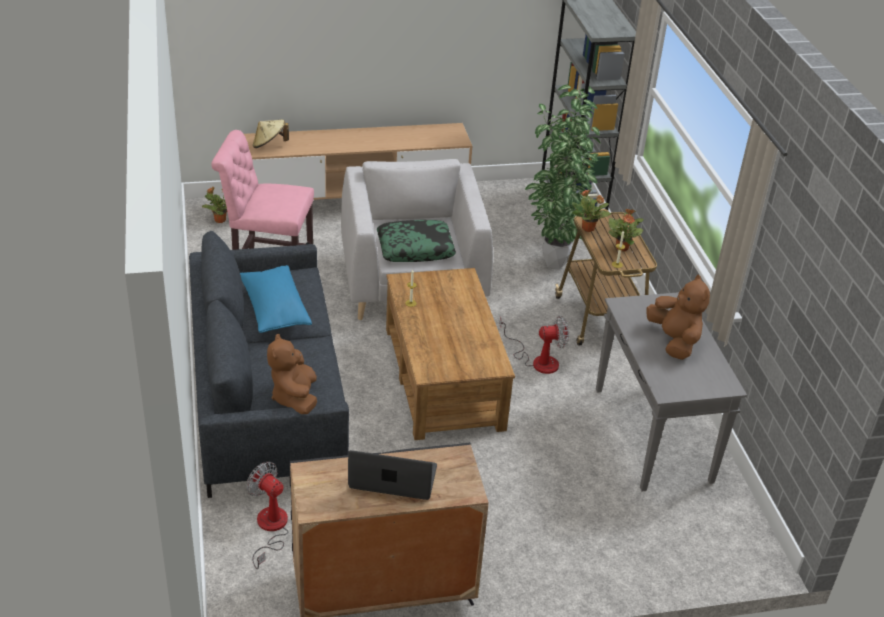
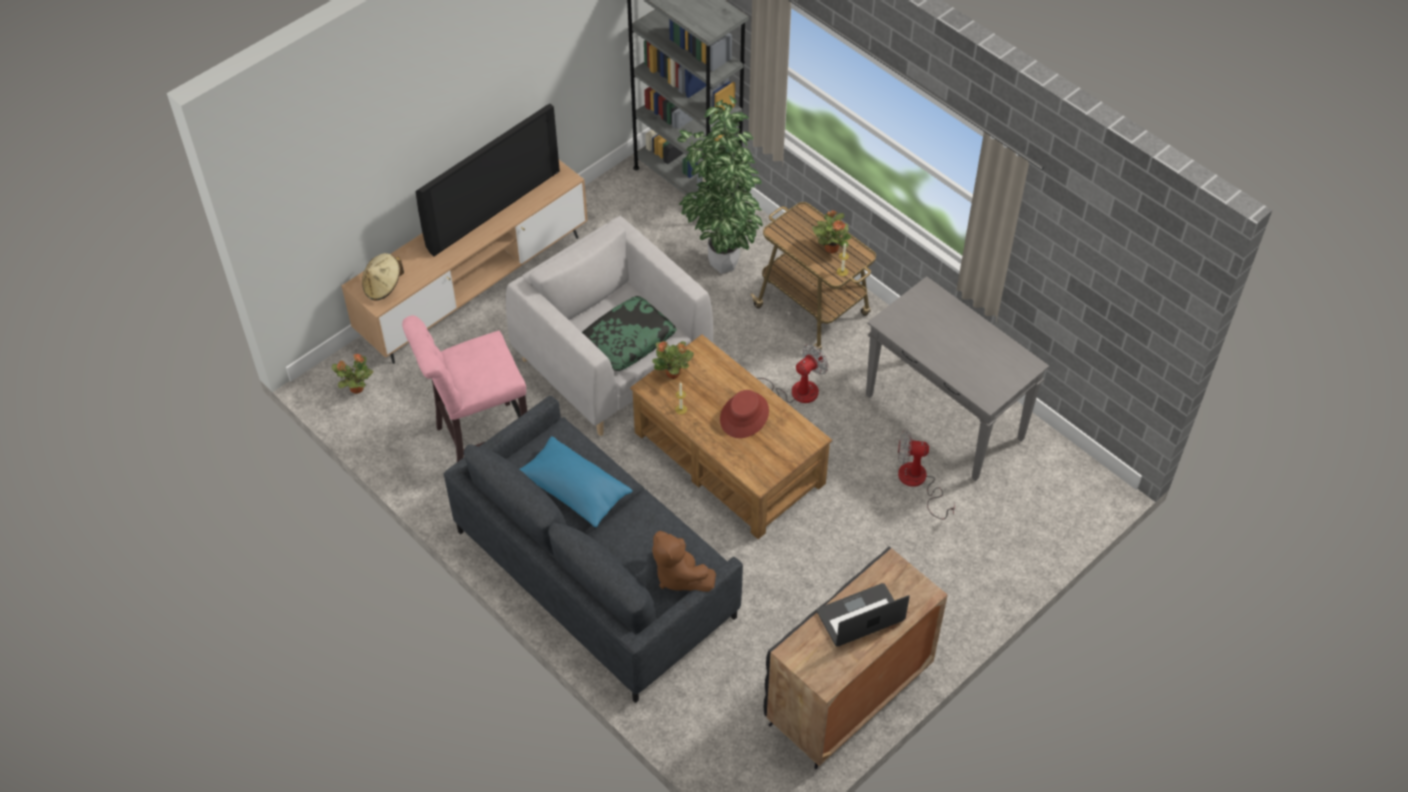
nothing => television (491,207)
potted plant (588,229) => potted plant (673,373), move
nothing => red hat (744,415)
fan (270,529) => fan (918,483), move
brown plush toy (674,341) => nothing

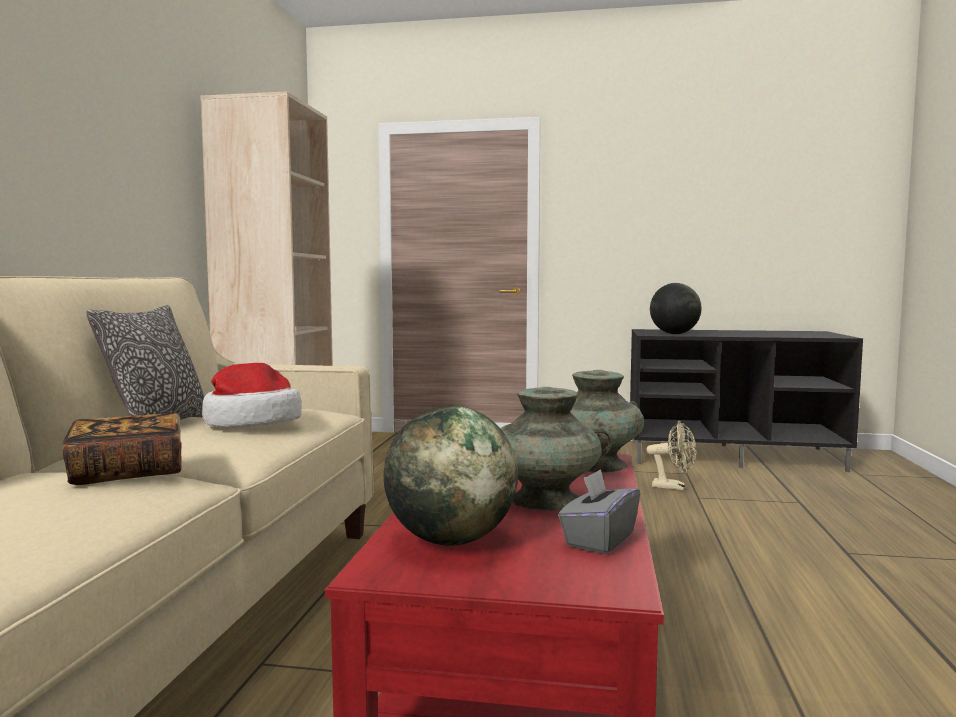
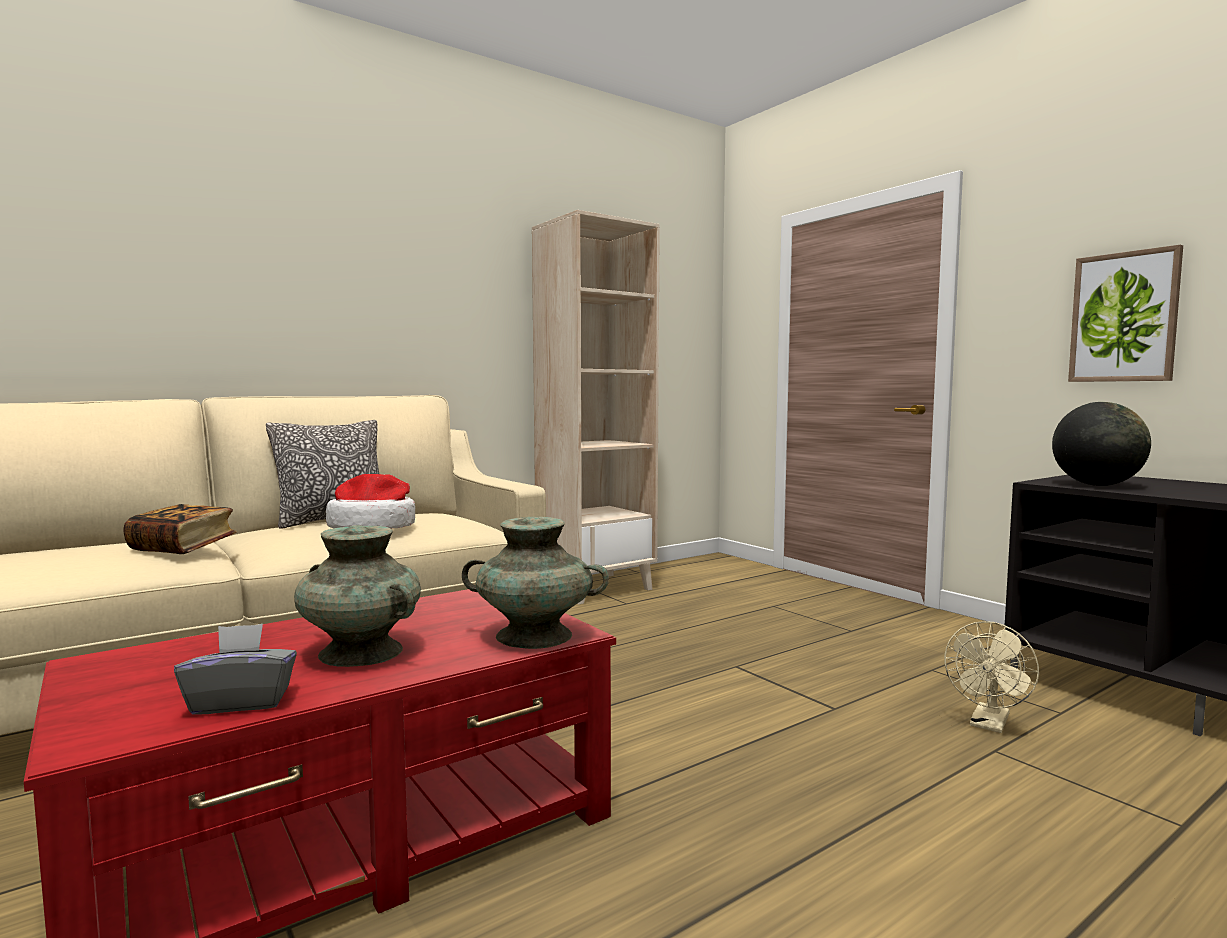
beige fan (674,487) => beige fan (989,724), 60 degrees clockwise
nothing => picture (1124,317)
globe (450,540) => nothing

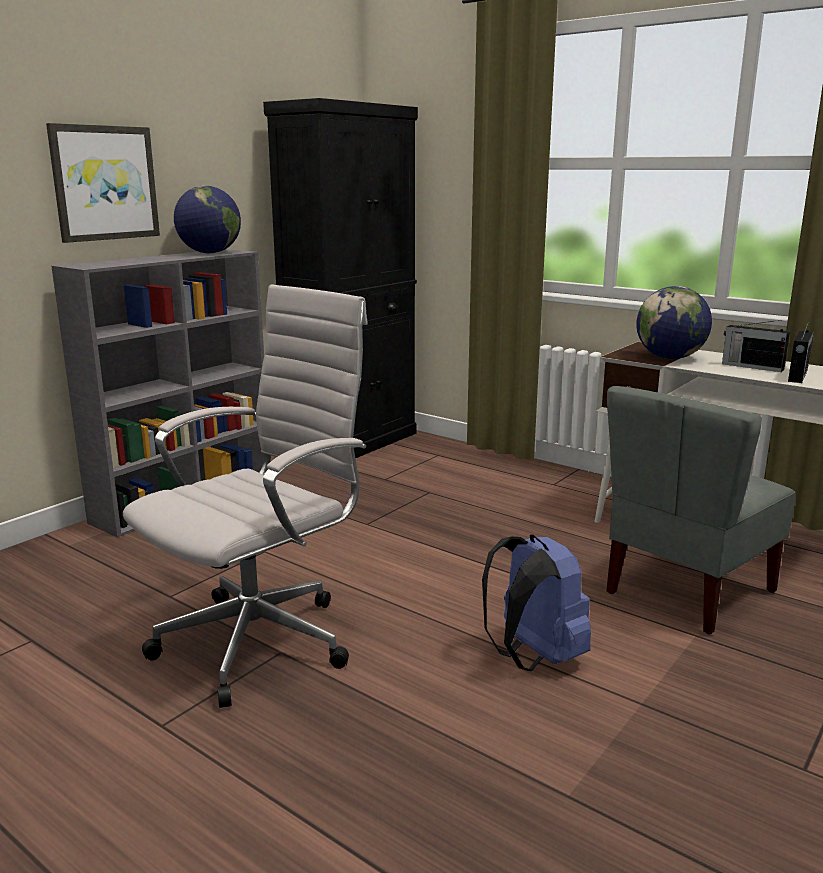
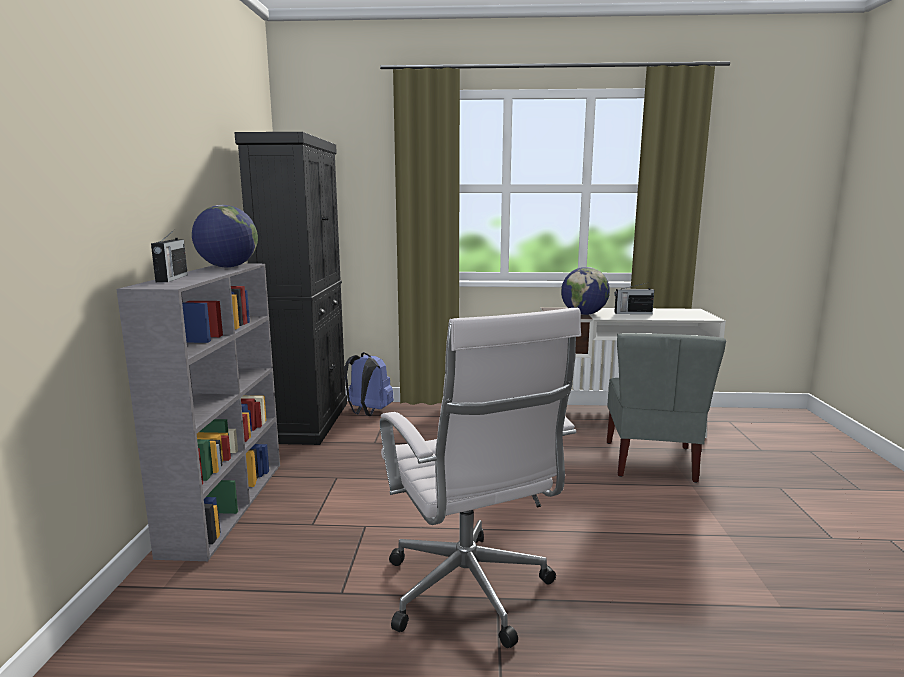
radio (797,376) => radio (171,278), move
blue backpack (533,657) => blue backpack (368,412), move
white office chair (263,639) => white office chair (470,594), 150 degrees clockwise
picture (104,183) => nothing

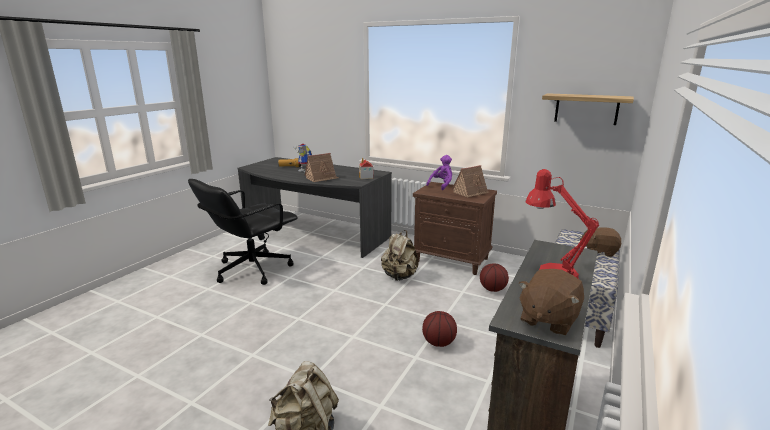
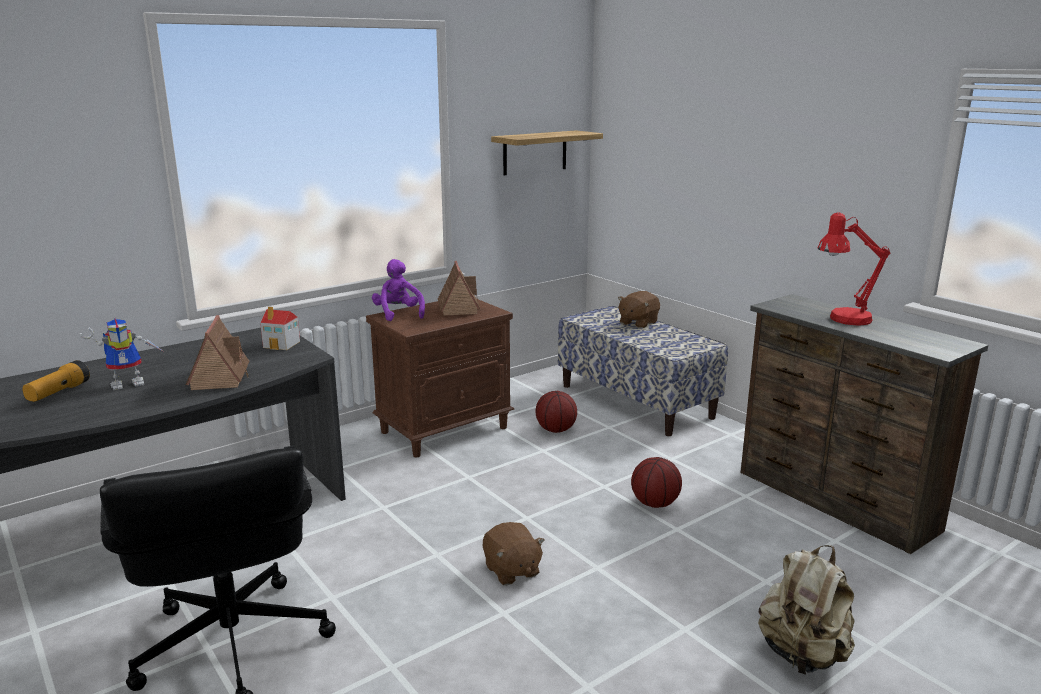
brown plush toy (548,319) => brown plush toy (511,570), move
beige backpack (399,276) => nothing

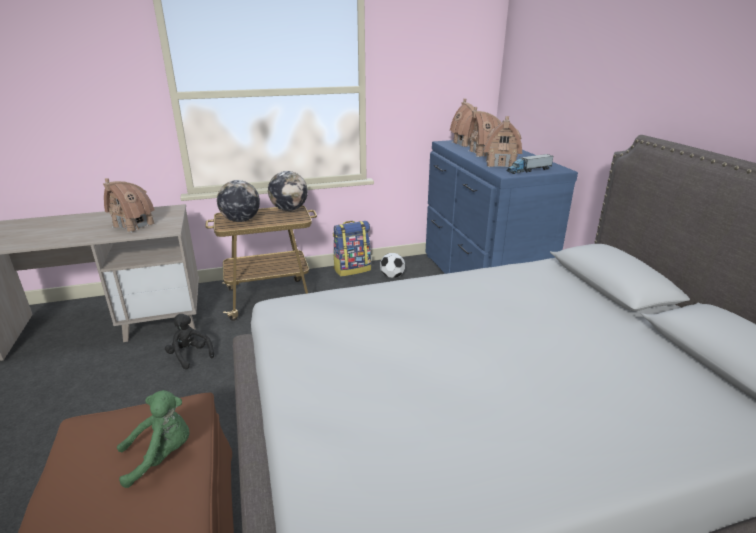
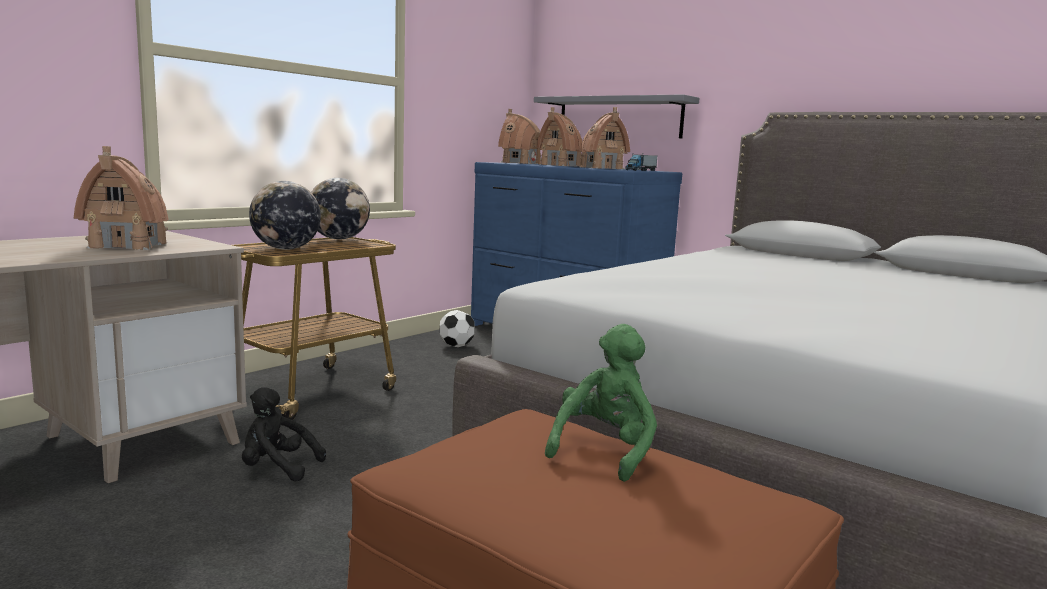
nothing => grey shelf (619,117)
backpack (352,269) => nothing

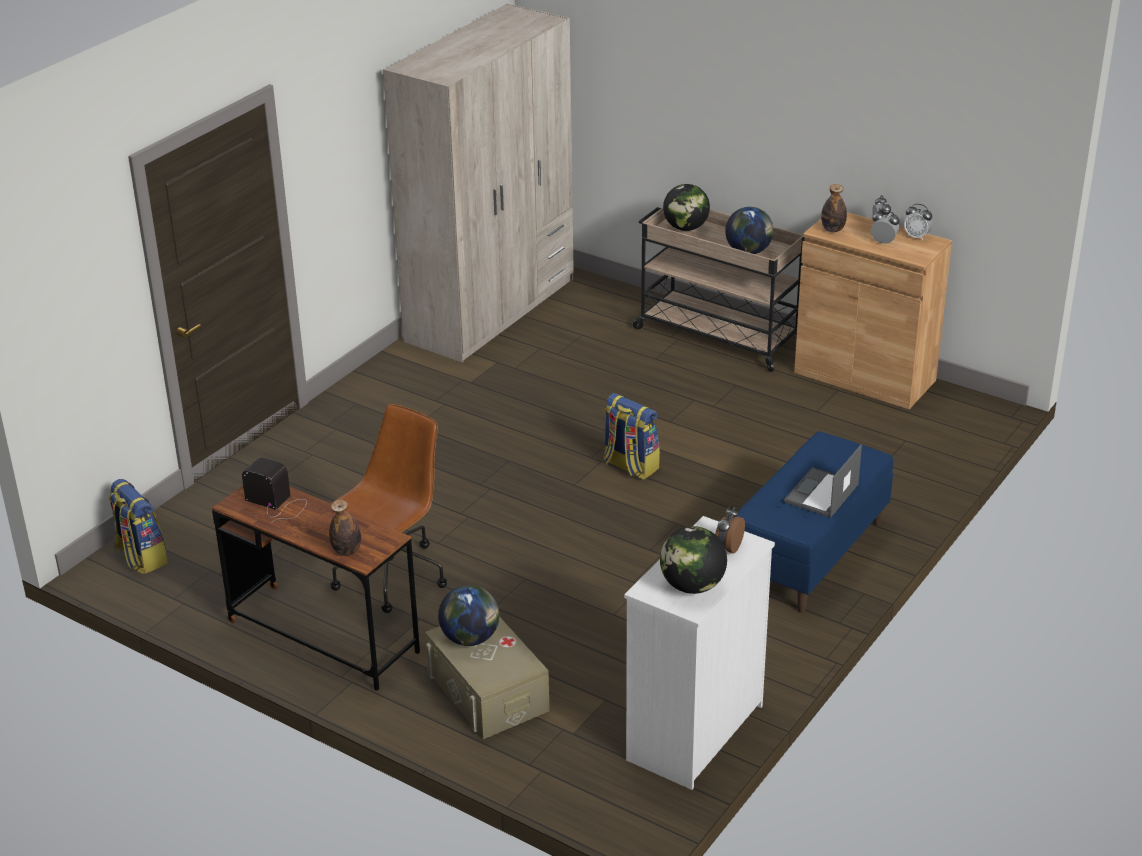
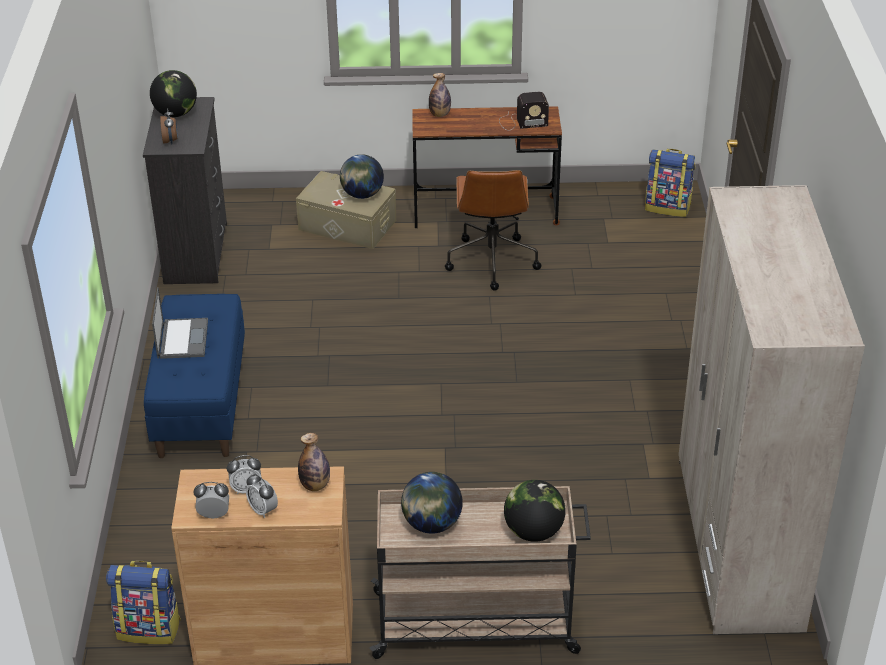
backpack (630,466) => backpack (149,628), move
white dresser (693,733) => black dresser (196,252)

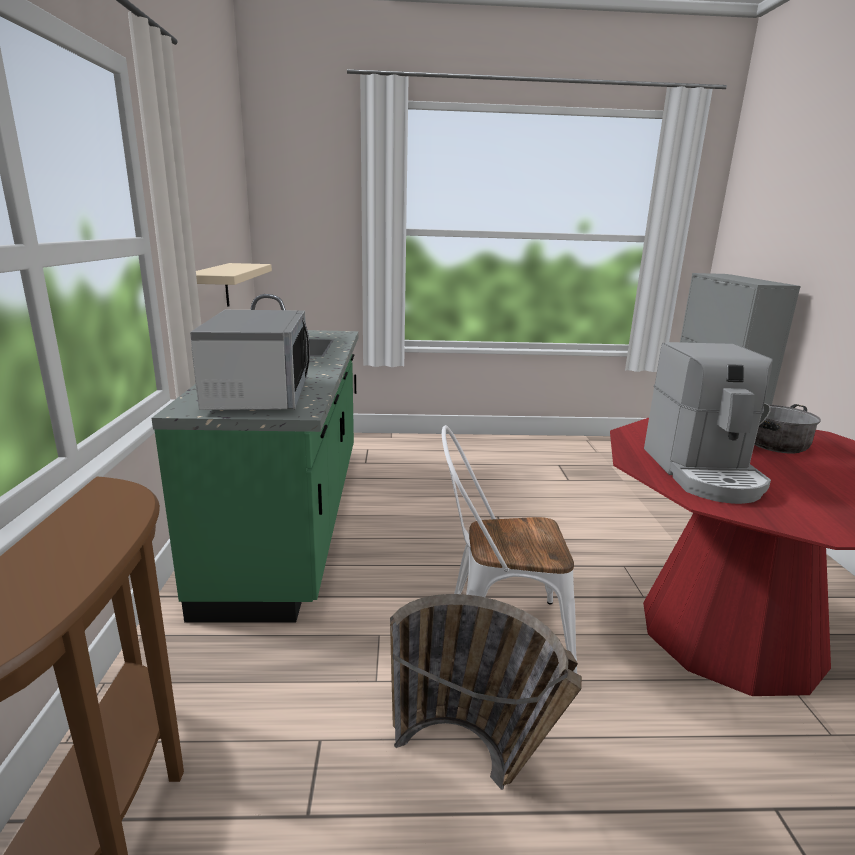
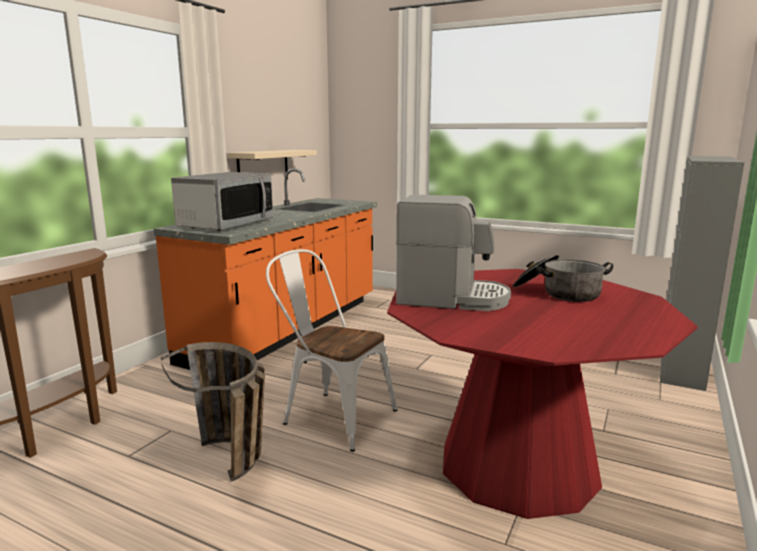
green counter (294,518) => orange counter (288,329)
coffee machine (703,473) => coffee machine (452,299), 105 degrees counterclockwise

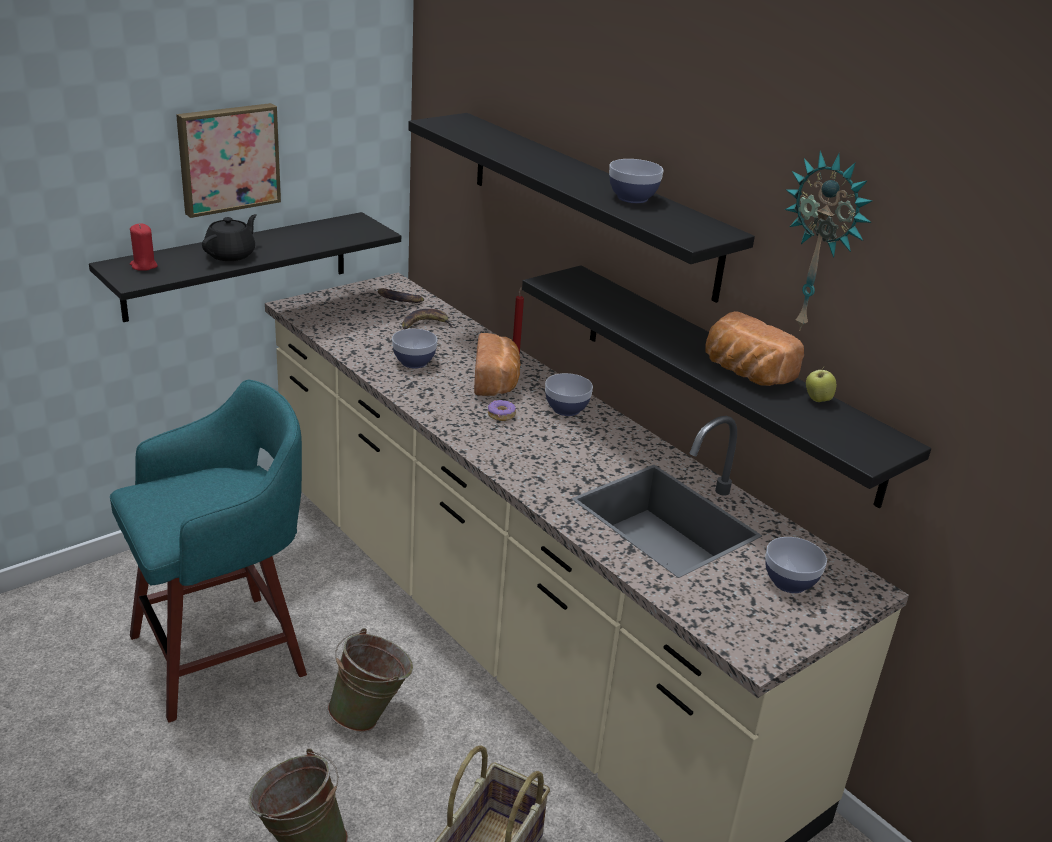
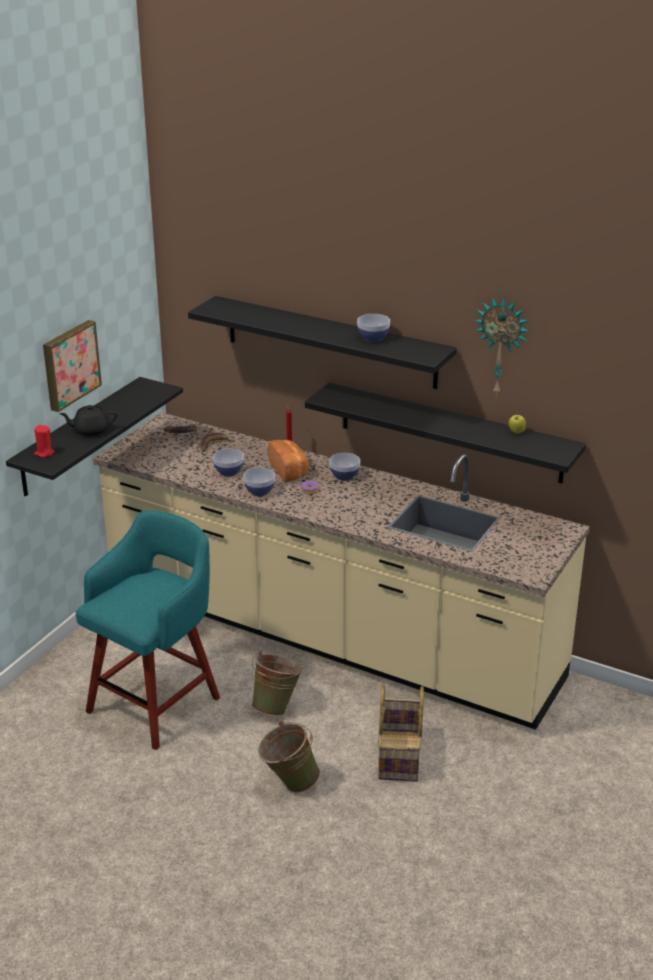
black teapot (231,254) => black teapot (91,430), 105 degrees counterclockwise
bowl (789,582) => bowl (259,491), move
bread (744,373) => nothing

